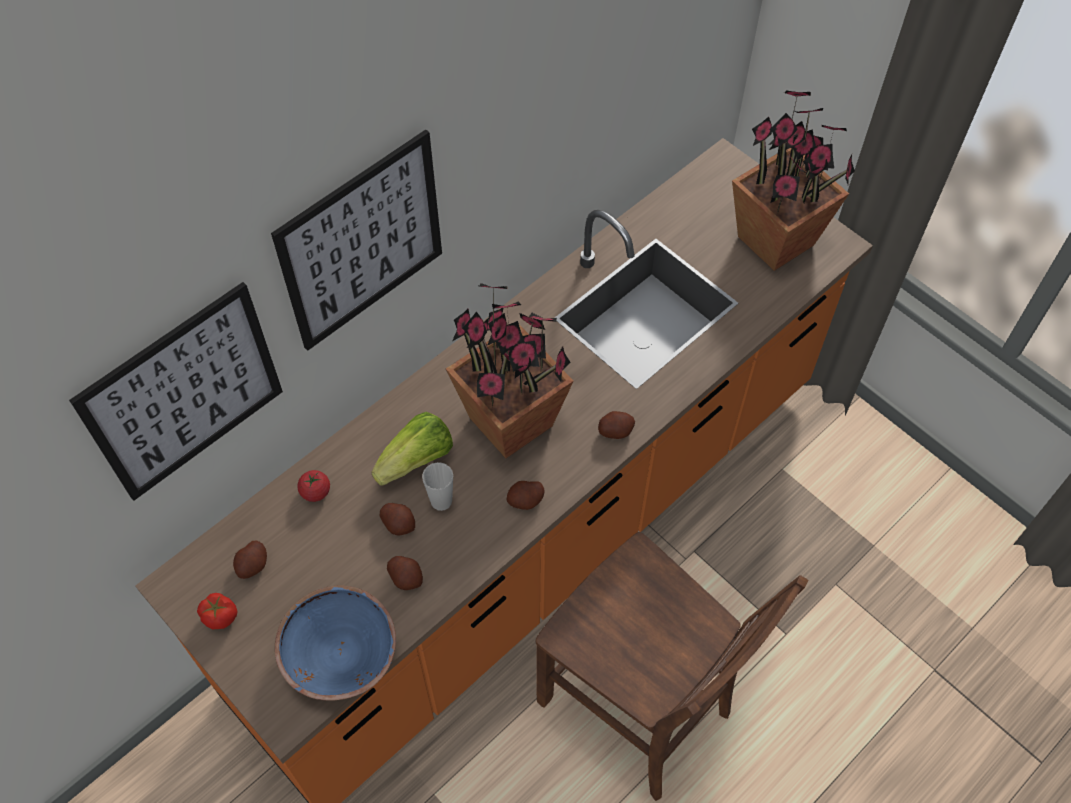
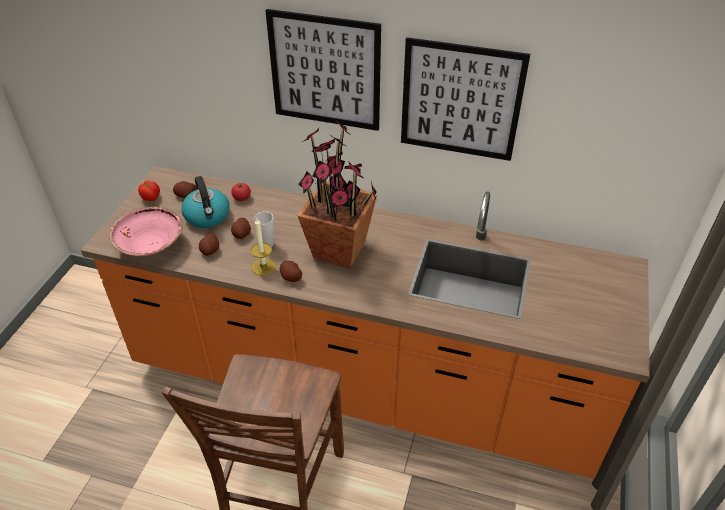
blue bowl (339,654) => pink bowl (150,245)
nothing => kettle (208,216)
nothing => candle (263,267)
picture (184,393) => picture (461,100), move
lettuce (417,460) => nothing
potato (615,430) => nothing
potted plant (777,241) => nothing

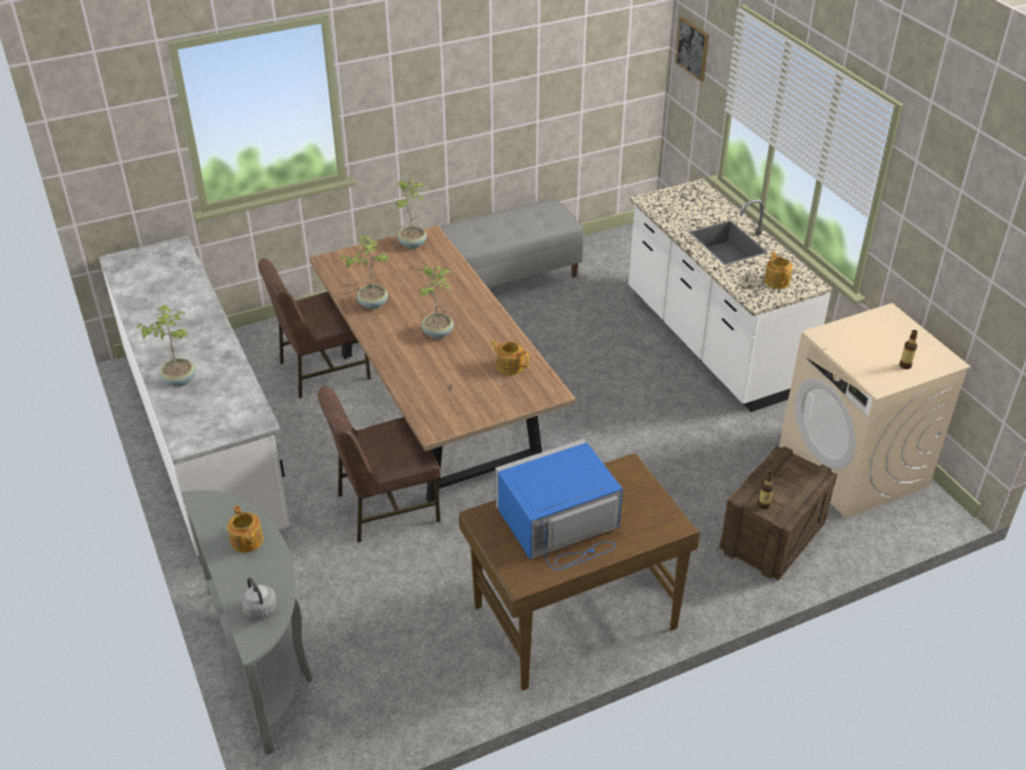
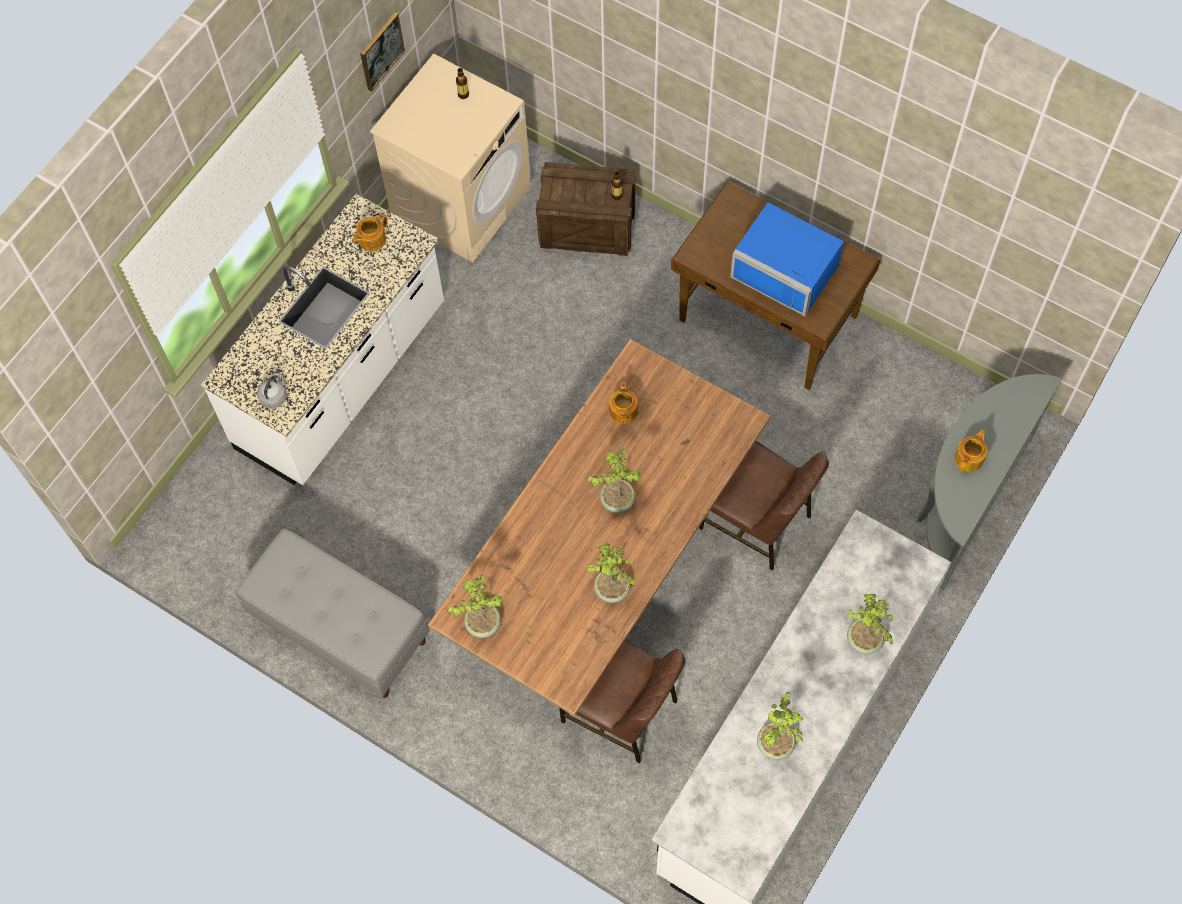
grey kettle (261,610) => grey kettle (274,396), move
picture (693,48) => picture (381,51), move
nothing => potted plant (776,744)

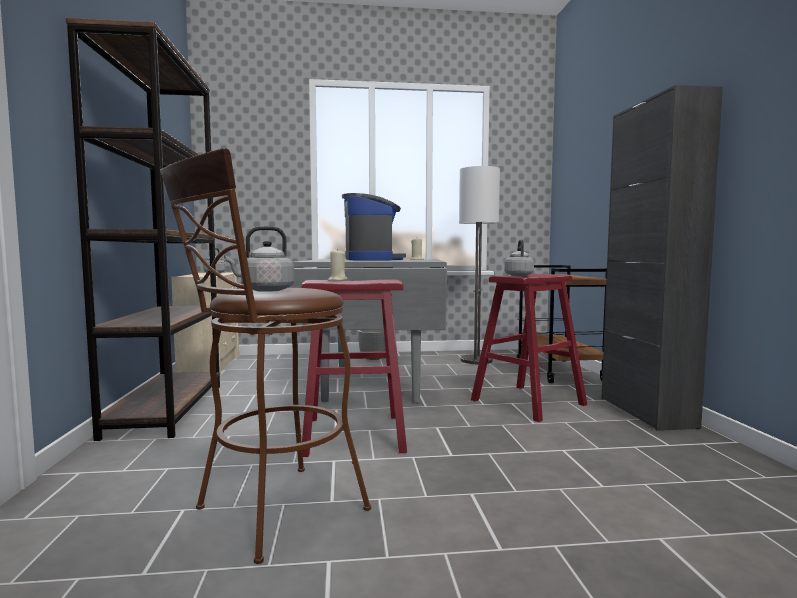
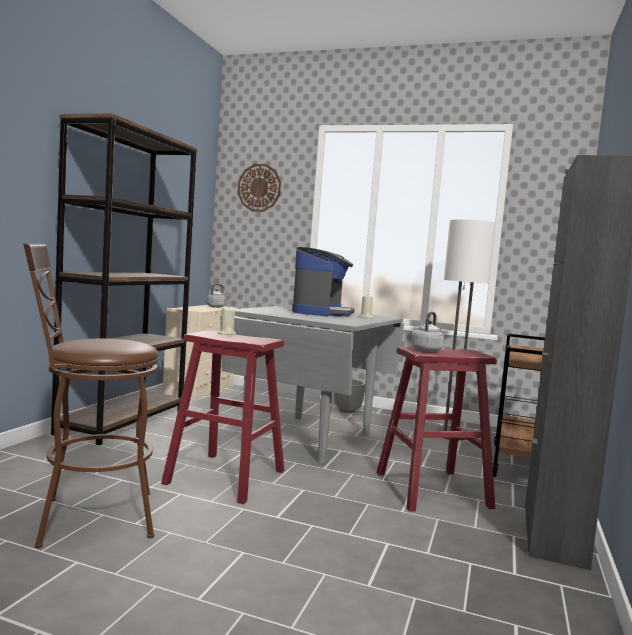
nothing => wall clock (259,188)
grey kettle (264,290) => nothing

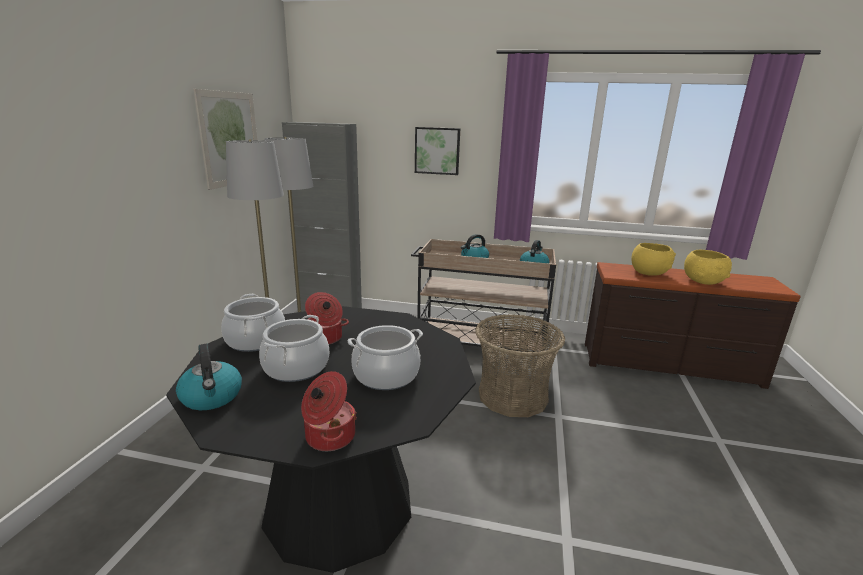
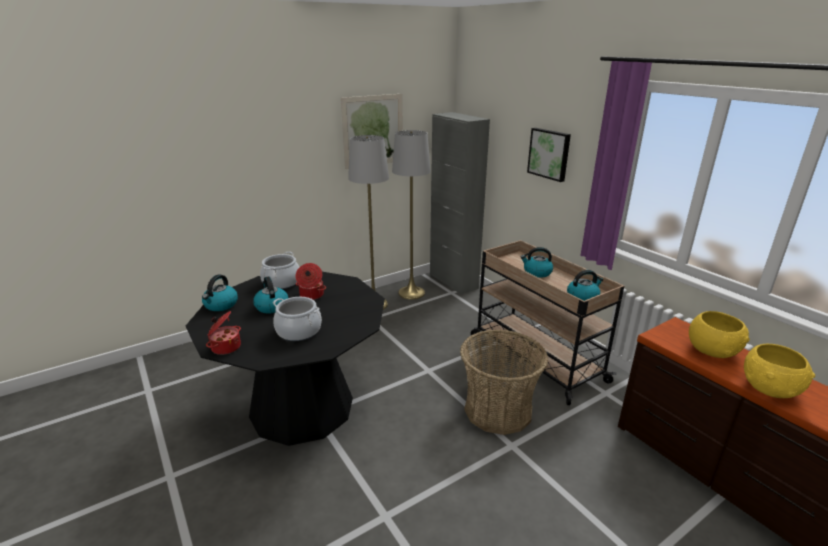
cooking pot (296,368) => kettle (271,306)

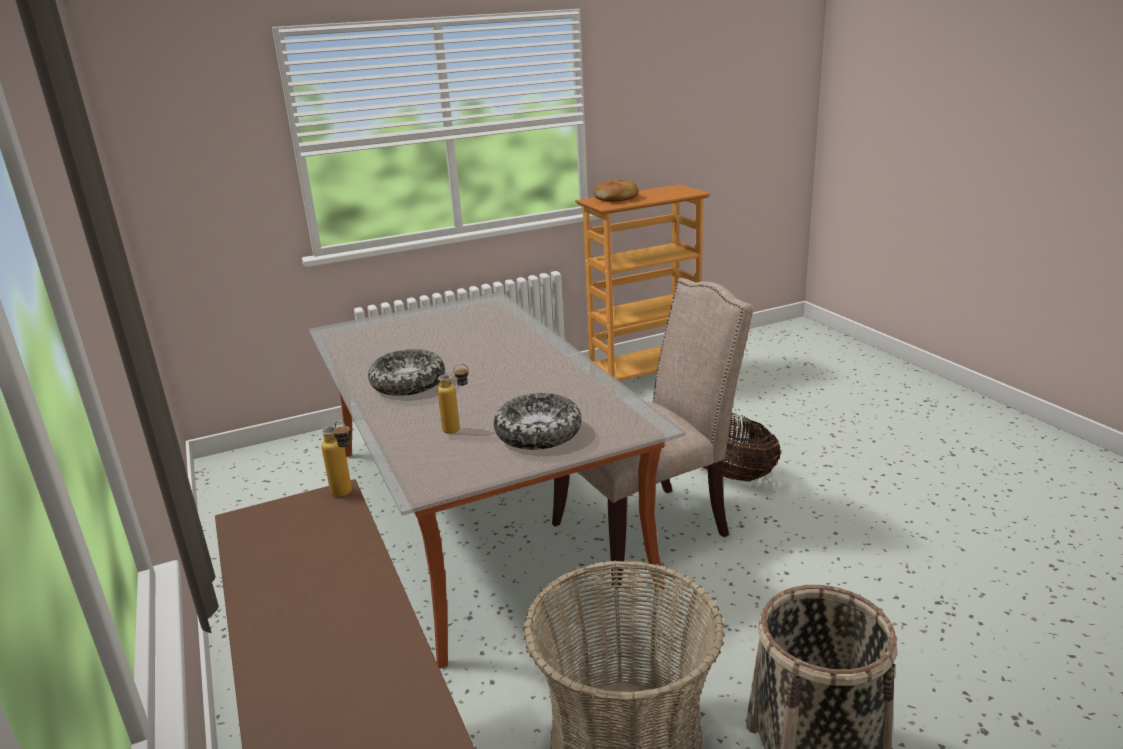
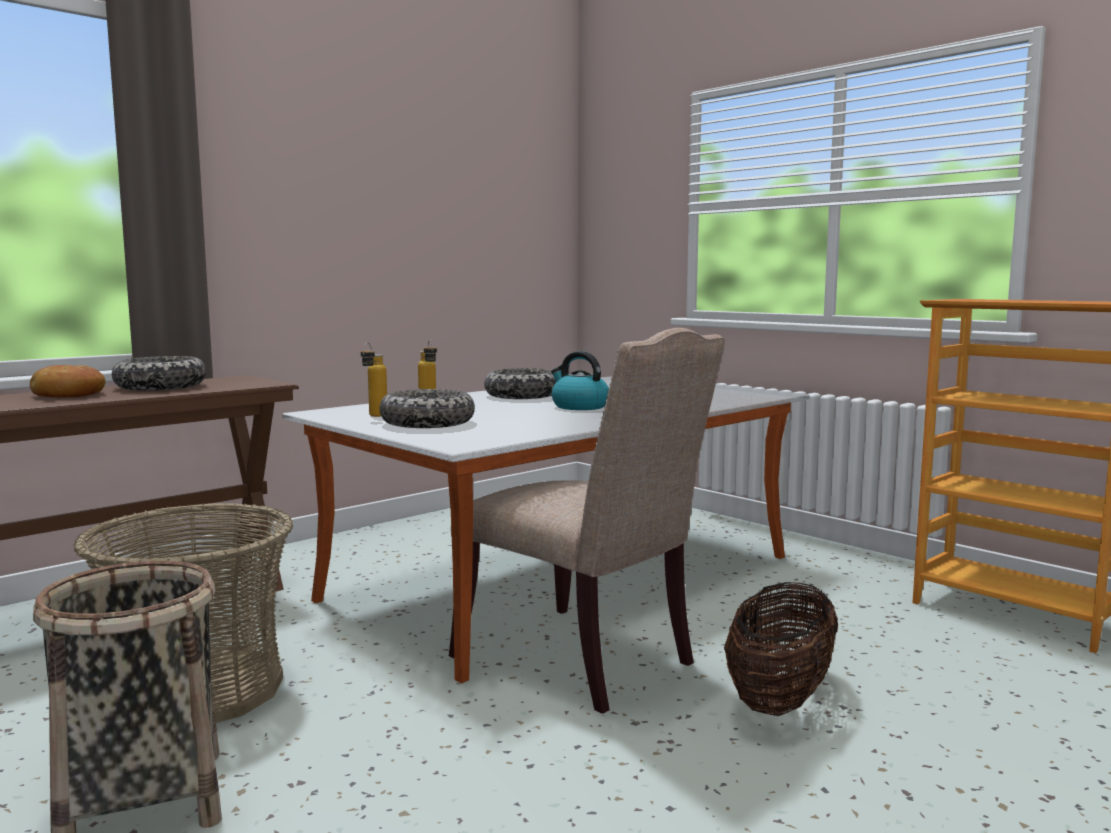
bread (617,198) => bread (68,395), move
nothing => bowl (160,387)
bottle (347,495) => bottle (374,416), move
nothing => kettle (579,406)

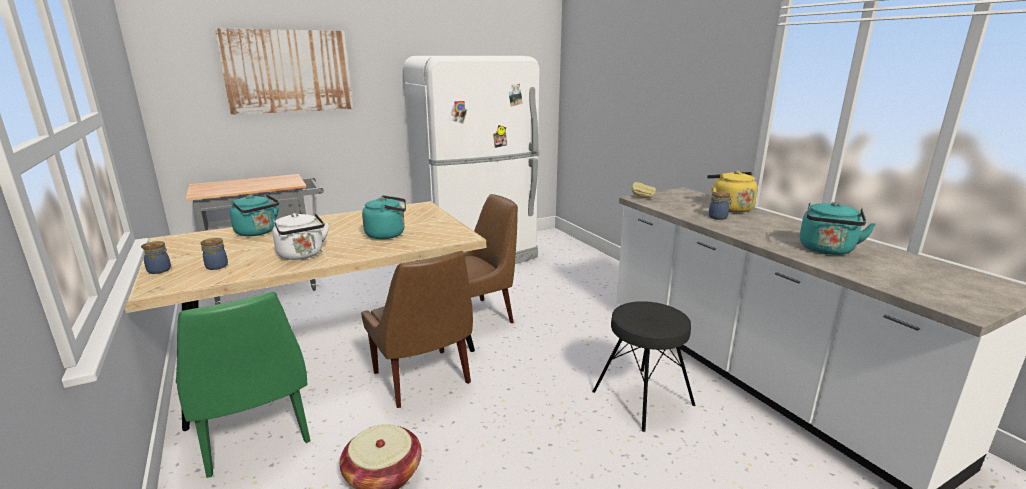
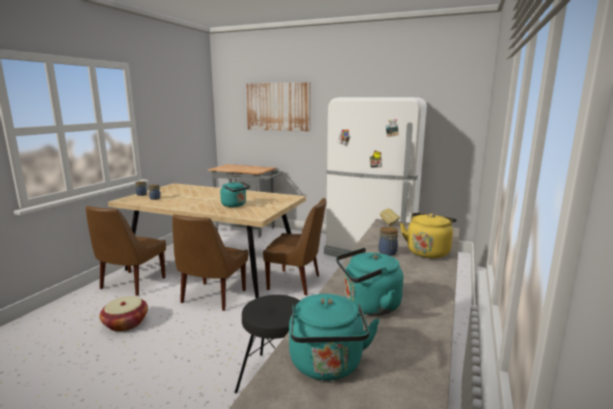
green chair (256,437) => brown chair (131,284)
turquoise kettle (258,232) => turquoise kettle (327,366), move
white kettle (302,255) => nothing

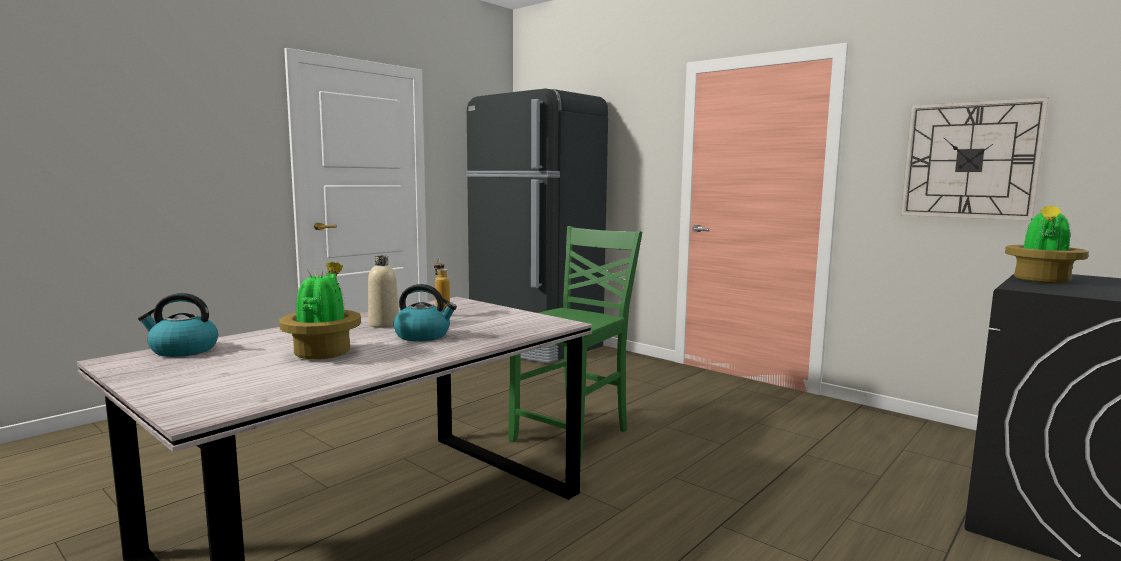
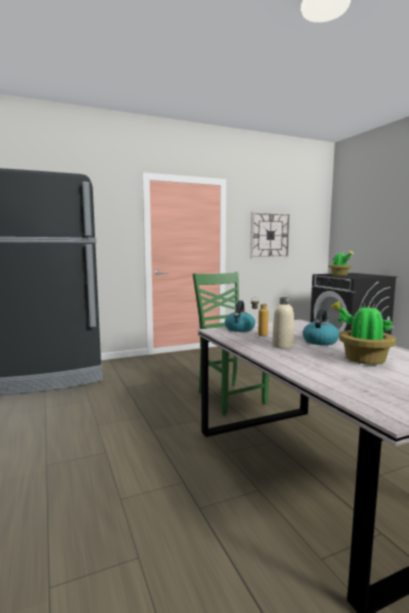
kettle (183,350) => kettle (239,329), move

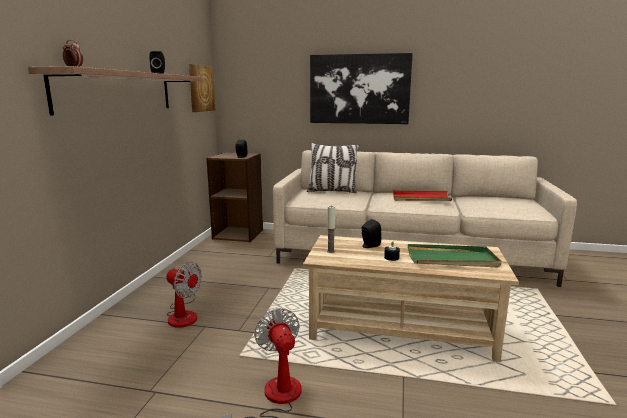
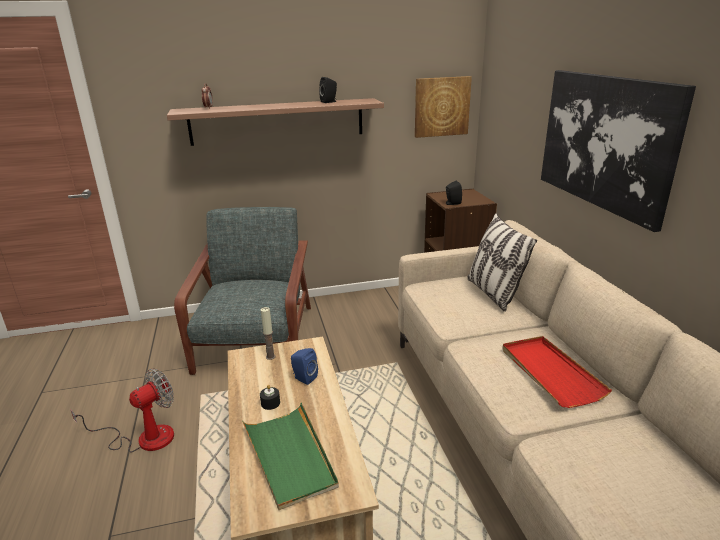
fan (183,314) => grey armchair (256,340)
black speaker (369,246) => blue speaker (303,378)

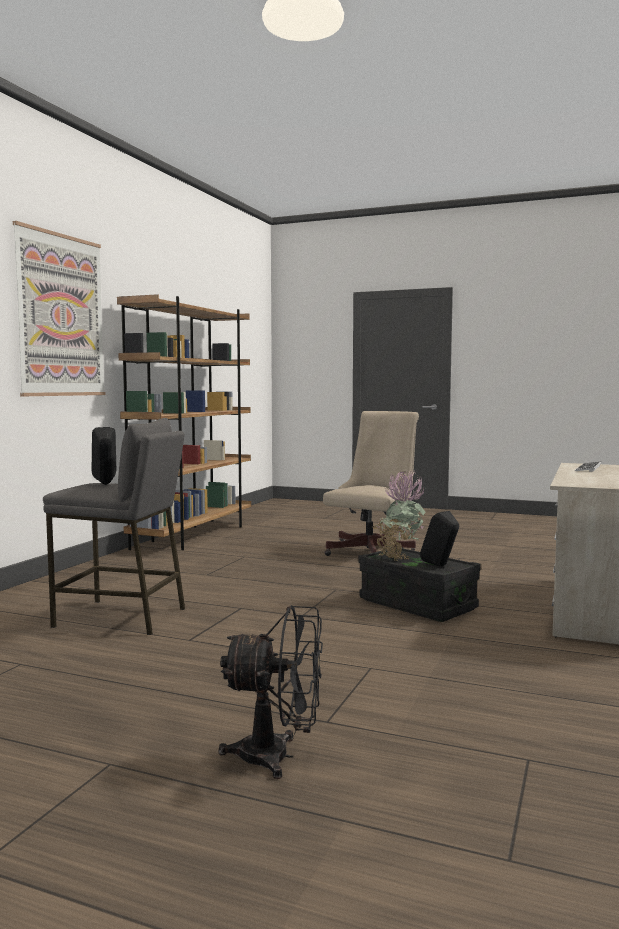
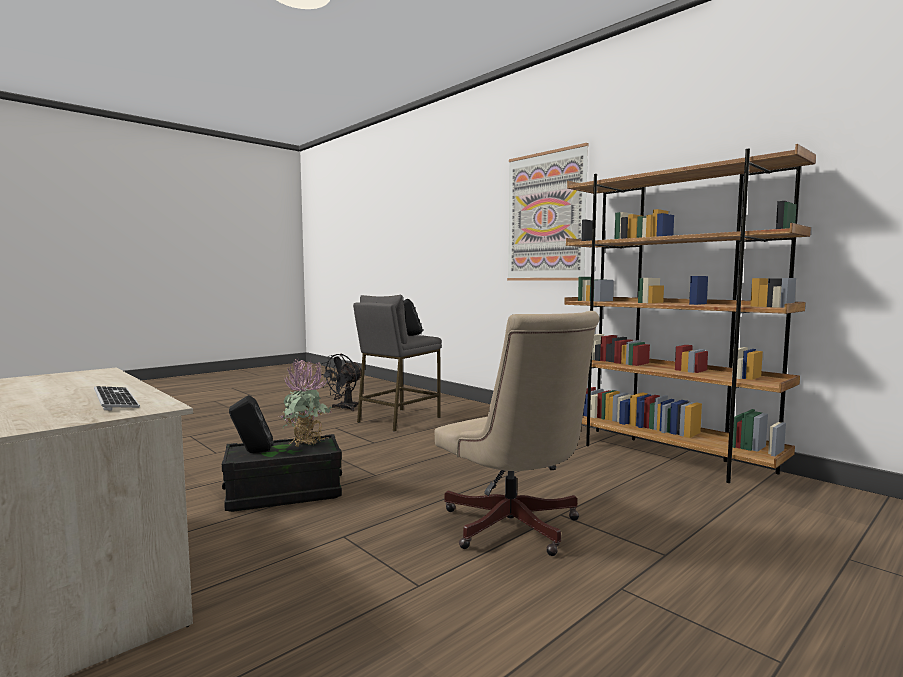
black fan (278,757) => black fan (344,408), move

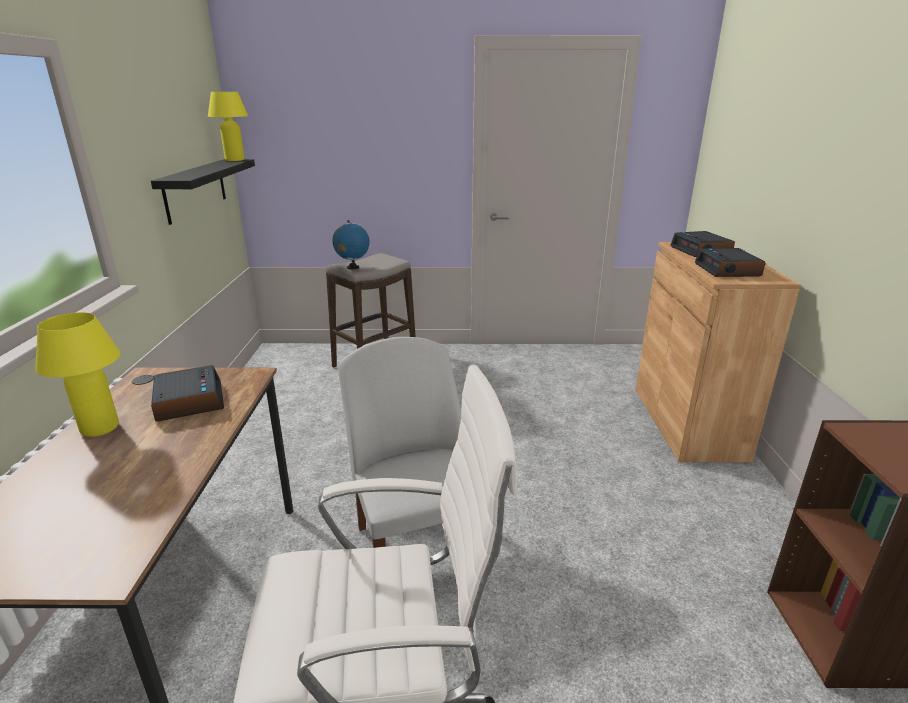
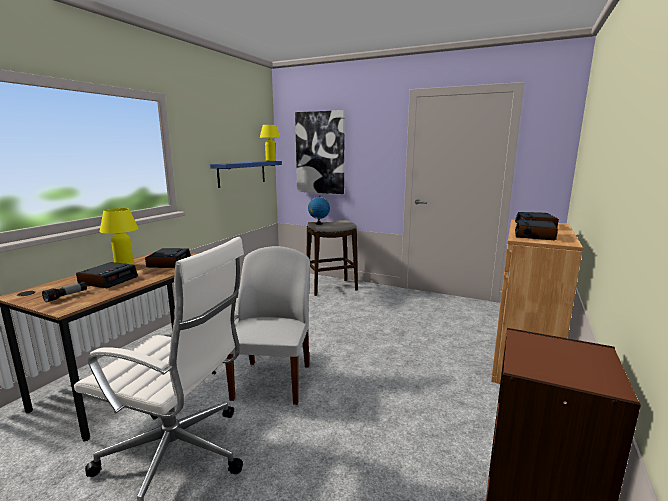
nothing => flashlight (66,296)
nothing => alarm clock (108,280)
black shelf (195,189) => blue shelf (242,173)
nothing => picture (320,153)

